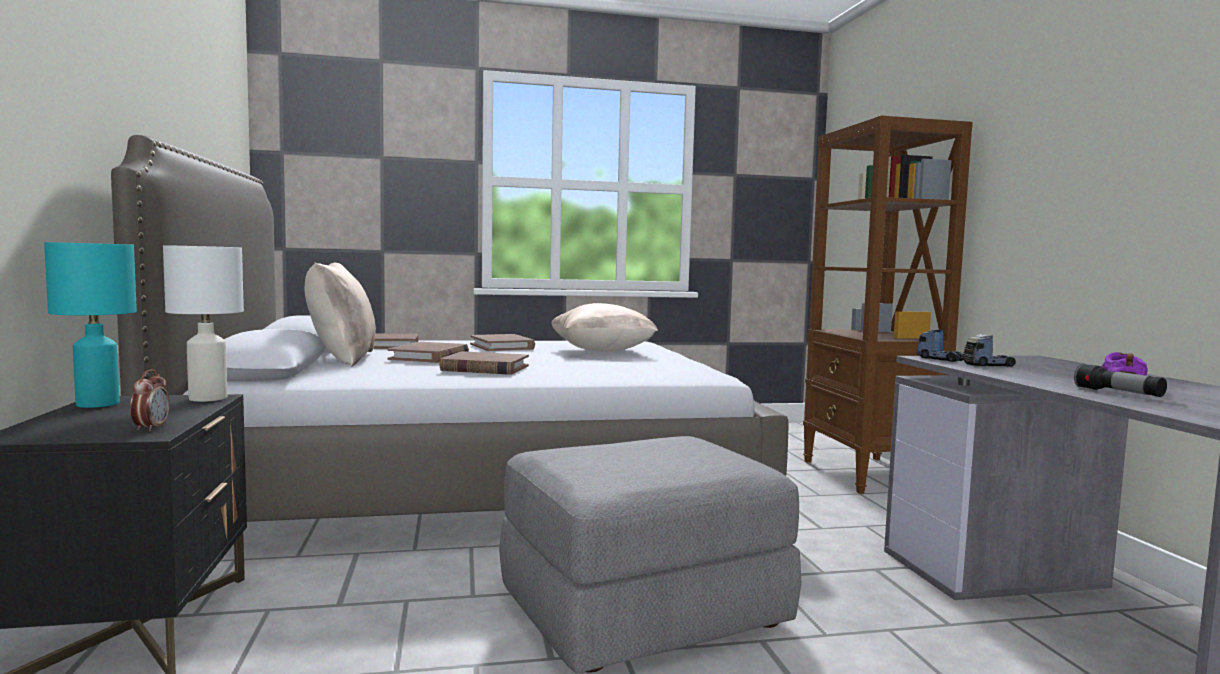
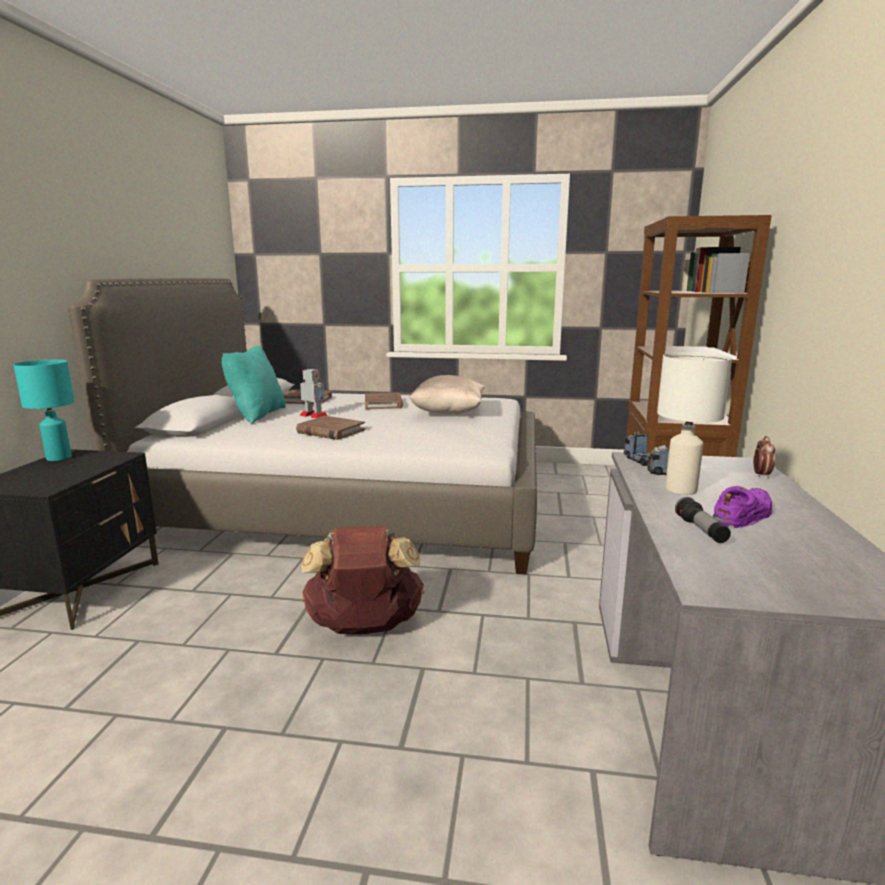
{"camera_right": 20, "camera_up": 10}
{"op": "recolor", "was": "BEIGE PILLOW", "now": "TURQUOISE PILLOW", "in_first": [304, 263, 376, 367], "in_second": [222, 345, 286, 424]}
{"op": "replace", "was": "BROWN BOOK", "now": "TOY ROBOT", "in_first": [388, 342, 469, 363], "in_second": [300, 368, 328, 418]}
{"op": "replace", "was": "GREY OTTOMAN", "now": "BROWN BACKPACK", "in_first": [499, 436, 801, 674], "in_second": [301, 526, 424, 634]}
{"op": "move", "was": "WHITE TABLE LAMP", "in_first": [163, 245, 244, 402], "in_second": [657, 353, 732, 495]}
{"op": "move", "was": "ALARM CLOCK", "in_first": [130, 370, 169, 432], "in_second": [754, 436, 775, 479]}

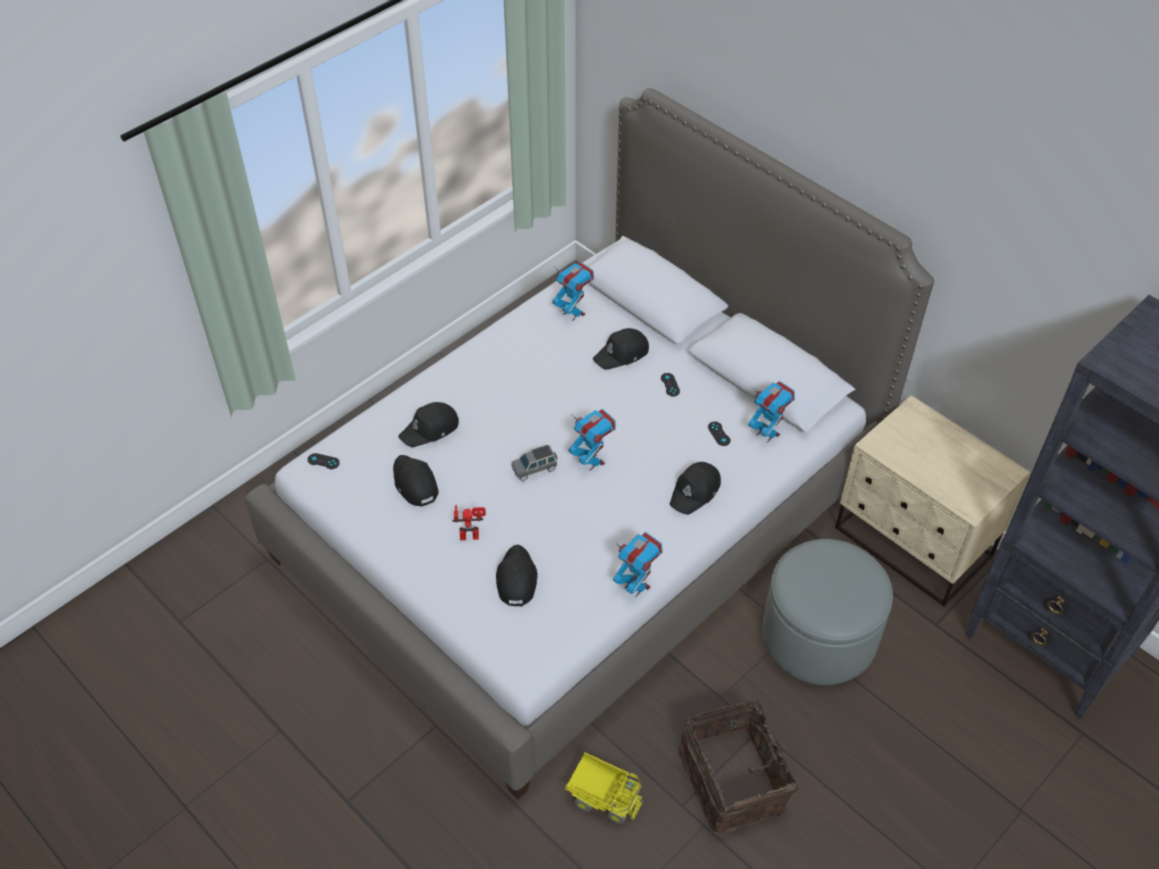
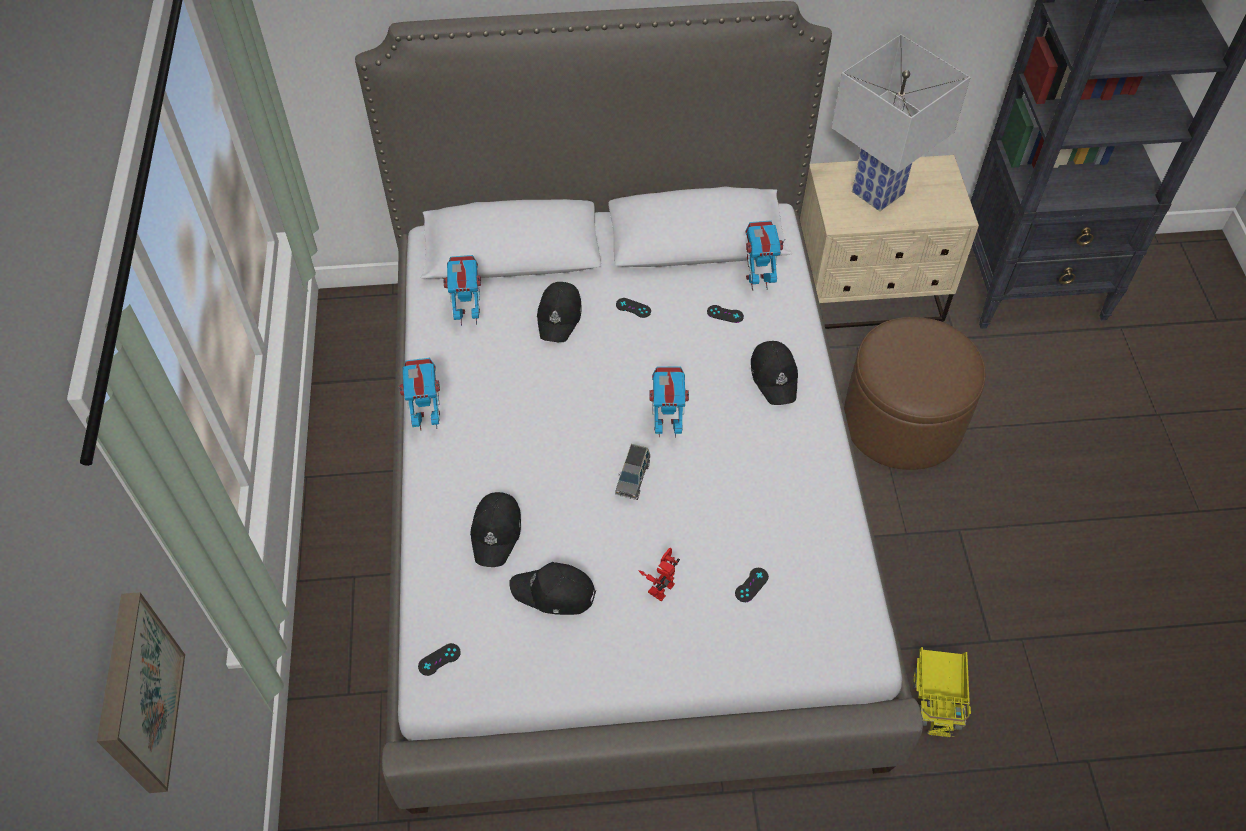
{"camera_right": -50, "camera_up": 5}
{"op": "insert", "now": "PICTURE", "in_second": [97, 592, 185, 793]}
{"op": "move", "was": "TOY ROBOT", "in_first": [613, 532, 663, 597], "in_second": [398, 358, 440, 431]}
{"op": "replace", "was": "BLACK CAP", "now": "BLACK GAME CONTROLLER", "in_first": [496, 544, 538, 607], "in_second": [735, 568, 769, 602]}
{"op": "insert", "now": "WHITE TABLE LAMP", "in_second": [832, 34, 971, 211]}
{"op": "recolor", "was": "GREY OTTOMAN", "now": "BROWN OTTOMAN", "in_first": [762, 539, 893, 685], "in_second": [844, 317, 985, 470]}
{"op": "rotate", "was": "TOY TRUCK", "in_first": [565, 752, 643, 824], "in_second": [913, 647, 971, 737], "clockwise": 120}
{"op": "delete", "was": "BASKET", "in_first": [678, 700, 798, 834]}

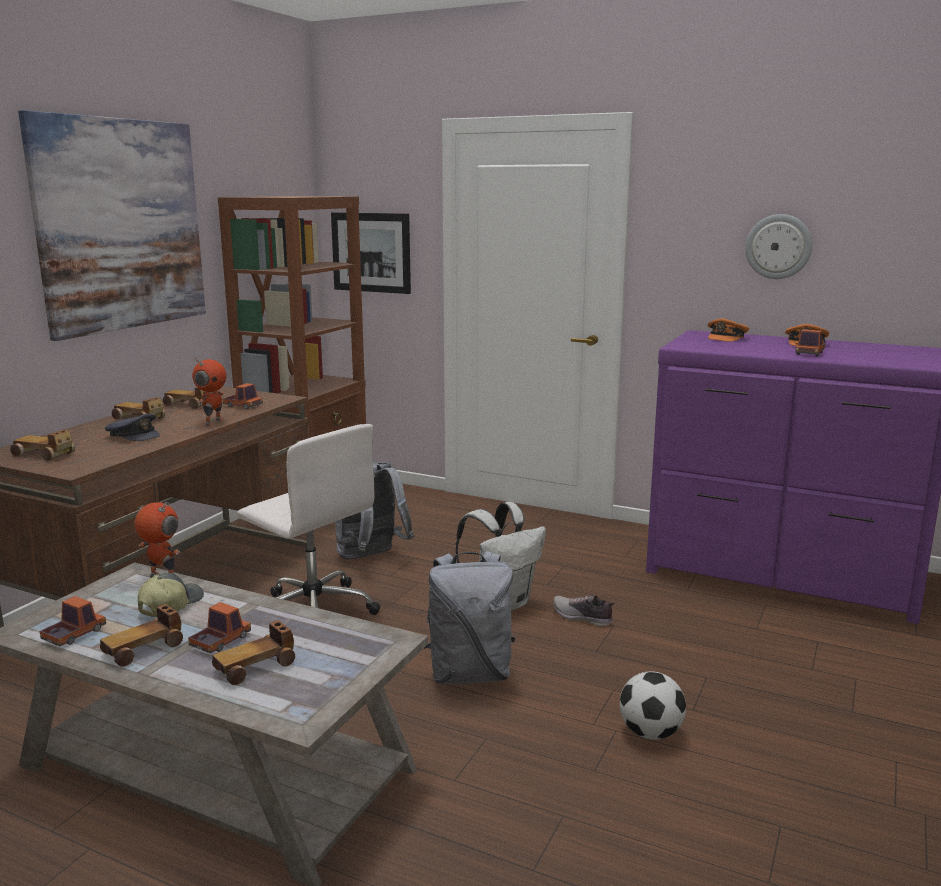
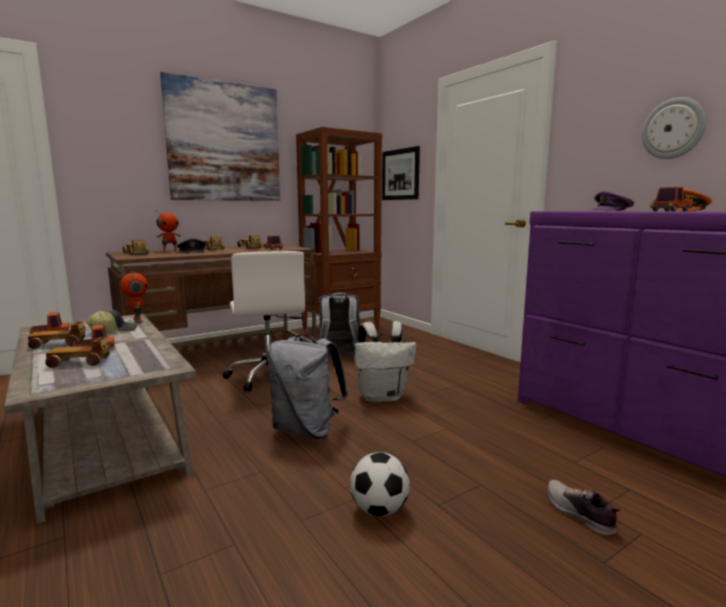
{"camera_right": 30, "camera_up": -5}
{"op": "move", "was": "TOY ROBOT", "in_first": [192, 358, 226, 426], "in_second": [155, 210, 181, 252]}
{"op": "move", "was": "SHOE", "in_first": [553, 594, 615, 627], "in_second": [547, 480, 620, 535]}
{"op": "recolor", "was": "ORANGE CAP", "now": "PURPLE CAP", "in_first": [707, 318, 749, 342], "in_second": [592, 191, 634, 211]}

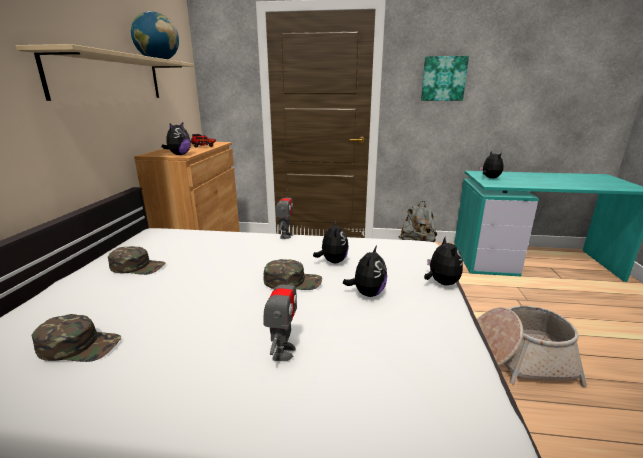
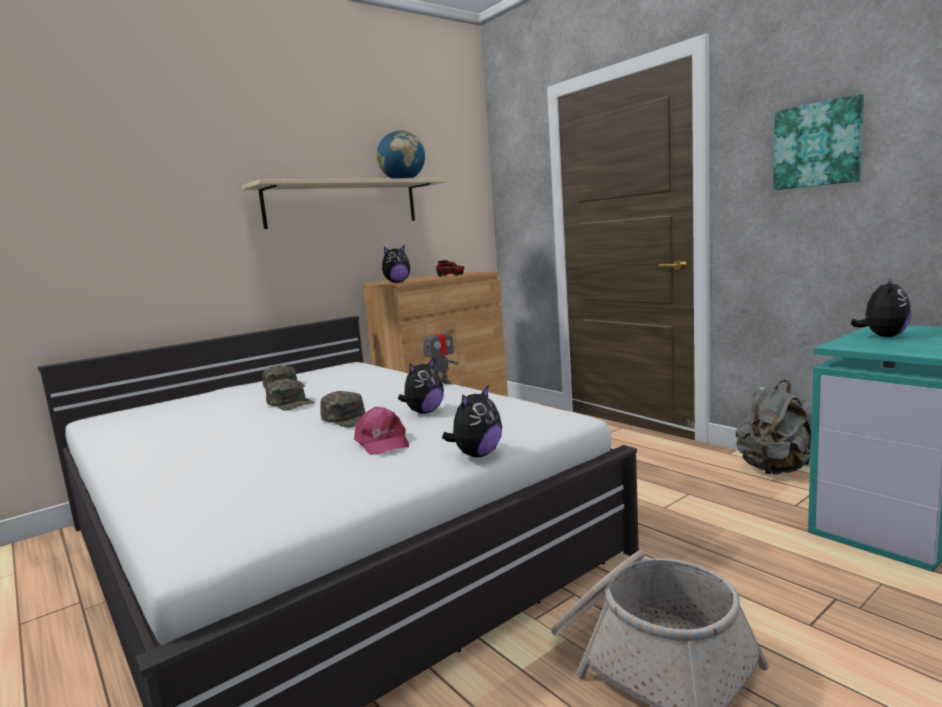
{"camera_right": 45, "camera_up": -10}
{"op": "move", "was": "GREEN CAP", "in_first": [31, 314, 121, 362], "in_second": [265, 379, 315, 410]}
{"op": "replace", "was": "PLUSH TOY", "now": "PINK CAP", "in_first": [343, 245, 387, 297], "in_second": [354, 407, 409, 455]}
{"op": "delete", "was": "TOY ROBOT", "in_first": [263, 268, 297, 361]}

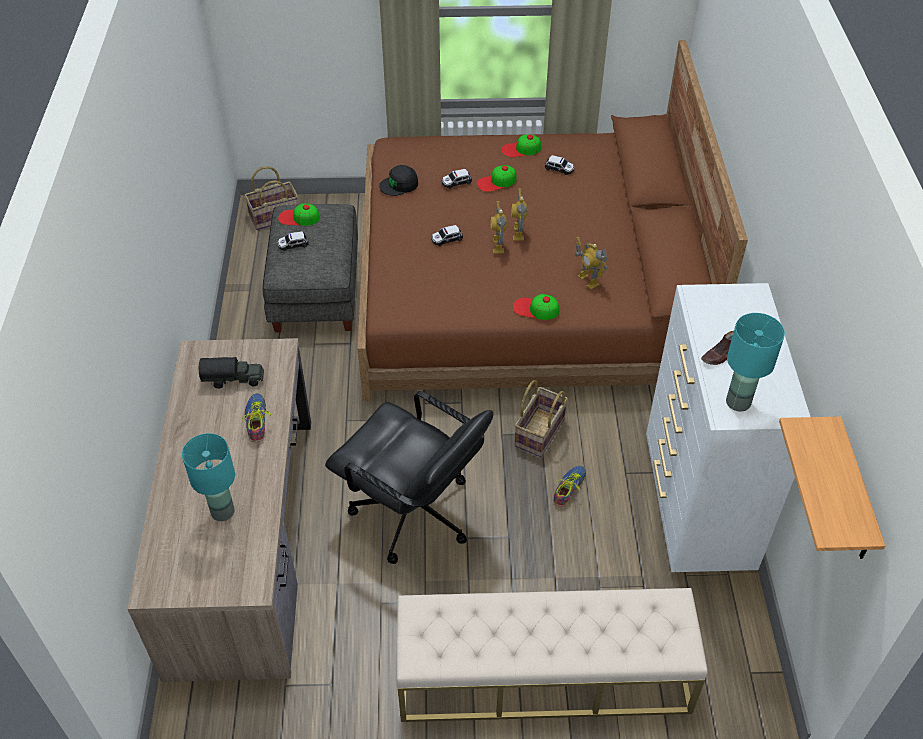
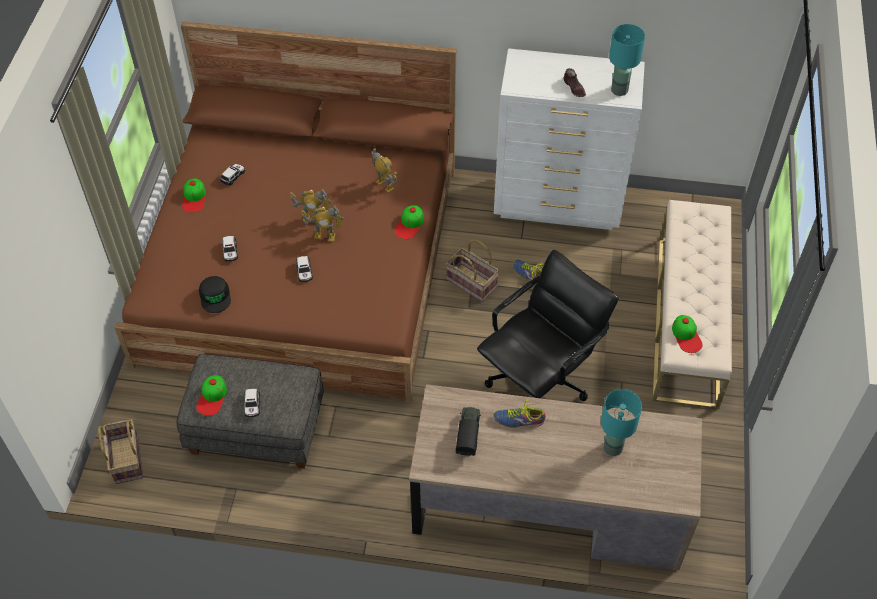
{"camera_right": -80, "camera_up": 5}
{"op": "rotate", "was": "TOY ROBOT", "in_first": [575, 237, 608, 289], "in_second": [371, 148, 397, 193], "clockwise": -105}
{"op": "move", "was": "CAP", "in_first": [477, 165, 517, 192], "in_second": [672, 315, 703, 353]}
{"op": "delete", "was": "SHELF", "in_first": [779, 416, 885, 559]}

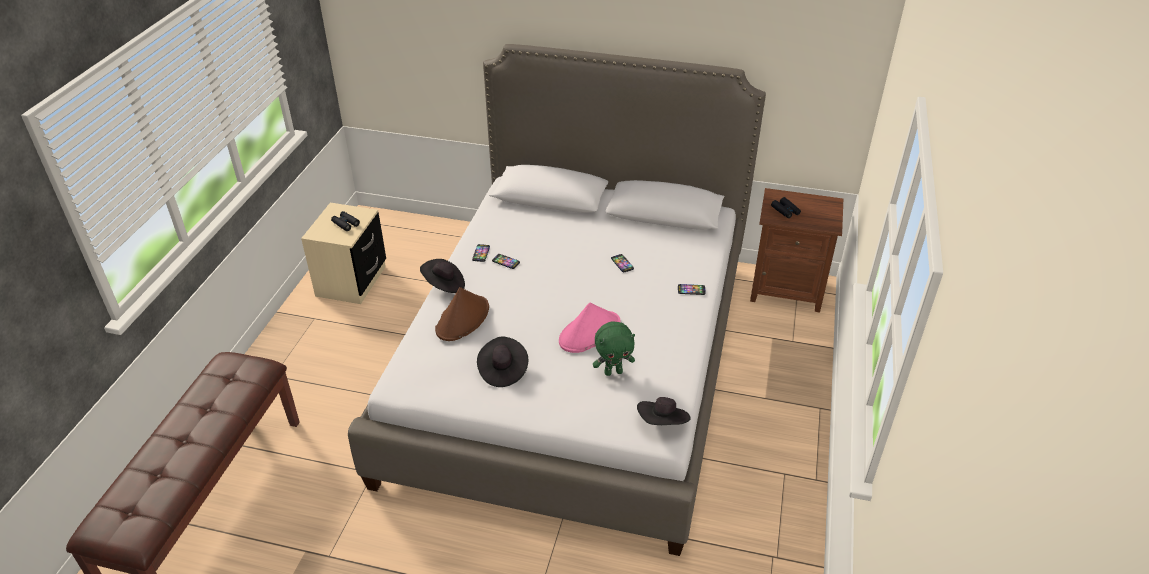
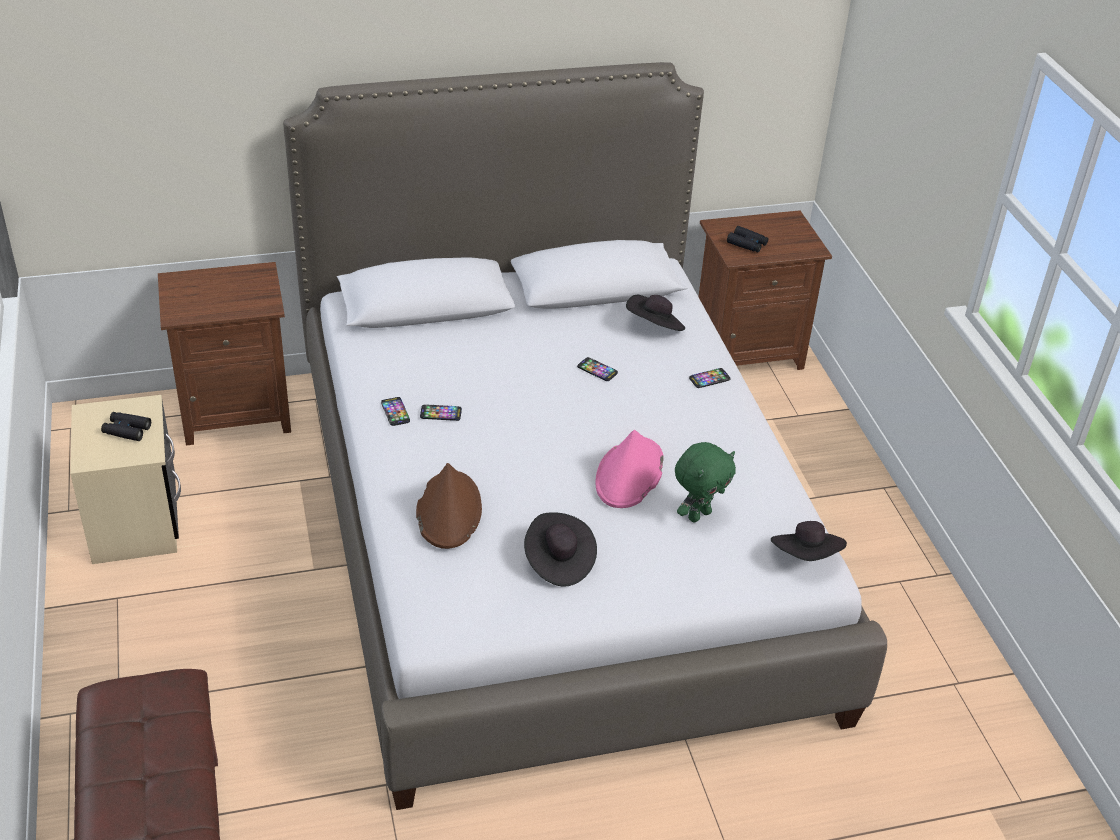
{"camera_right": -30, "camera_up": 0}
{"op": "insert", "now": "BROWN NIGHTSTAND", "in_second": [158, 262, 291, 445]}
{"op": "move", "was": "BLACK HAT", "in_first": [420, 259, 465, 293], "in_second": [626, 295, 685, 331]}

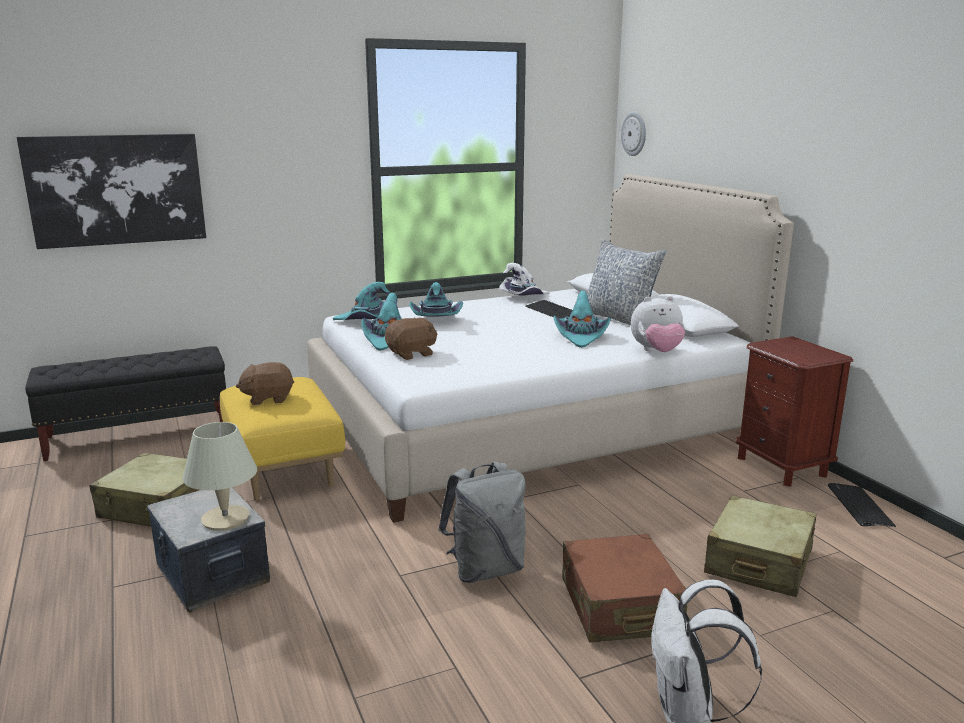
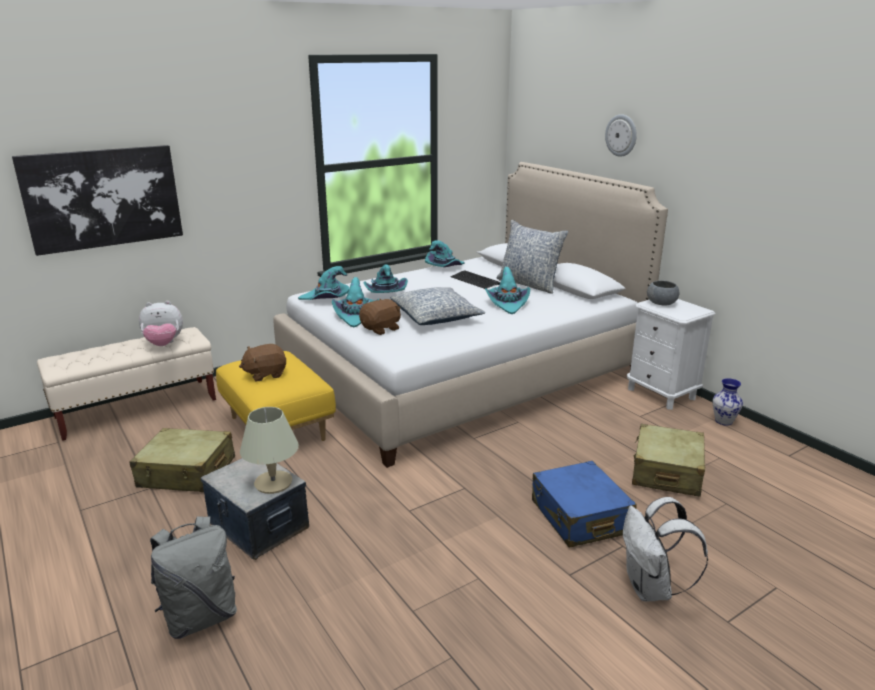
{"camera_right": -10, "camera_up": 5}
{"op": "recolor", "was": "BLACK BENCH", "now": "BEIGE BENCH", "in_first": [25, 346, 226, 461], "in_second": [37, 327, 216, 441]}
{"op": "move", "was": "PLUSH TOY", "in_first": [631, 296, 685, 352], "in_second": [139, 301, 183, 346]}
{"op": "move", "was": "GREY BACKPACK", "in_first": [438, 461, 526, 583], "in_second": [150, 516, 237, 639]}
{"op": "insert", "now": "PILLOW", "in_second": [391, 287, 485, 325]}
{"op": "recolor", "was": "WHITE HAT", "now": "TURQUOISE HAT", "in_first": [499, 263, 550, 295], "in_second": [425, 241, 465, 267]}
{"op": "recolor", "was": "BROWN SUITCASE", "now": "BLUE SUITCASE", "in_first": [562, 534, 687, 642], "in_second": [532, 461, 637, 547]}
{"op": "move", "was": "WALL CLOCK", "in_first": [621, 112, 646, 156], "in_second": [605, 114, 637, 157]}
{"op": "recolor", "was": "BROWN NIGHTSTAND", "now": "WHITE NIGHTSTAND", "in_first": [736, 336, 853, 486], "in_second": [627, 299, 716, 410]}
{"op": "insert", "now": "GREY BOWL", "in_second": [647, 280, 679, 306]}
{"op": "replace", "was": "KEYBOARD", "now": "VASE", "in_first": [828, 483, 896, 527], "in_second": [712, 378, 743, 426]}

